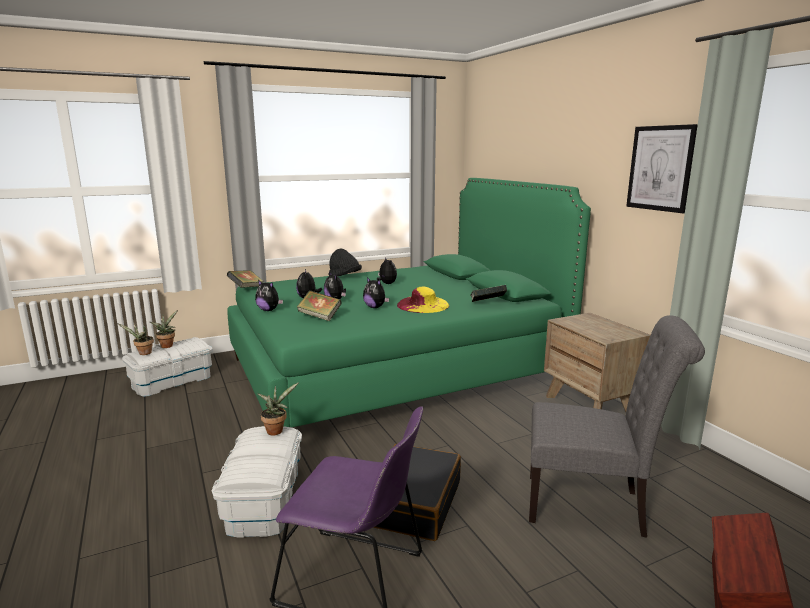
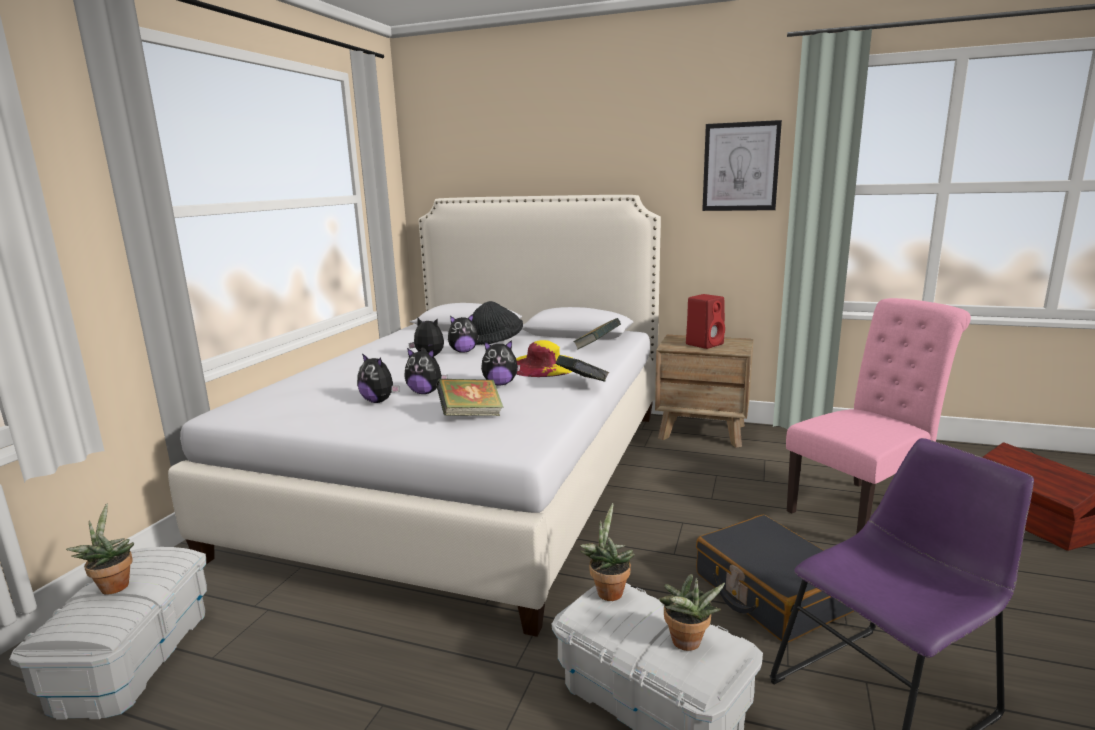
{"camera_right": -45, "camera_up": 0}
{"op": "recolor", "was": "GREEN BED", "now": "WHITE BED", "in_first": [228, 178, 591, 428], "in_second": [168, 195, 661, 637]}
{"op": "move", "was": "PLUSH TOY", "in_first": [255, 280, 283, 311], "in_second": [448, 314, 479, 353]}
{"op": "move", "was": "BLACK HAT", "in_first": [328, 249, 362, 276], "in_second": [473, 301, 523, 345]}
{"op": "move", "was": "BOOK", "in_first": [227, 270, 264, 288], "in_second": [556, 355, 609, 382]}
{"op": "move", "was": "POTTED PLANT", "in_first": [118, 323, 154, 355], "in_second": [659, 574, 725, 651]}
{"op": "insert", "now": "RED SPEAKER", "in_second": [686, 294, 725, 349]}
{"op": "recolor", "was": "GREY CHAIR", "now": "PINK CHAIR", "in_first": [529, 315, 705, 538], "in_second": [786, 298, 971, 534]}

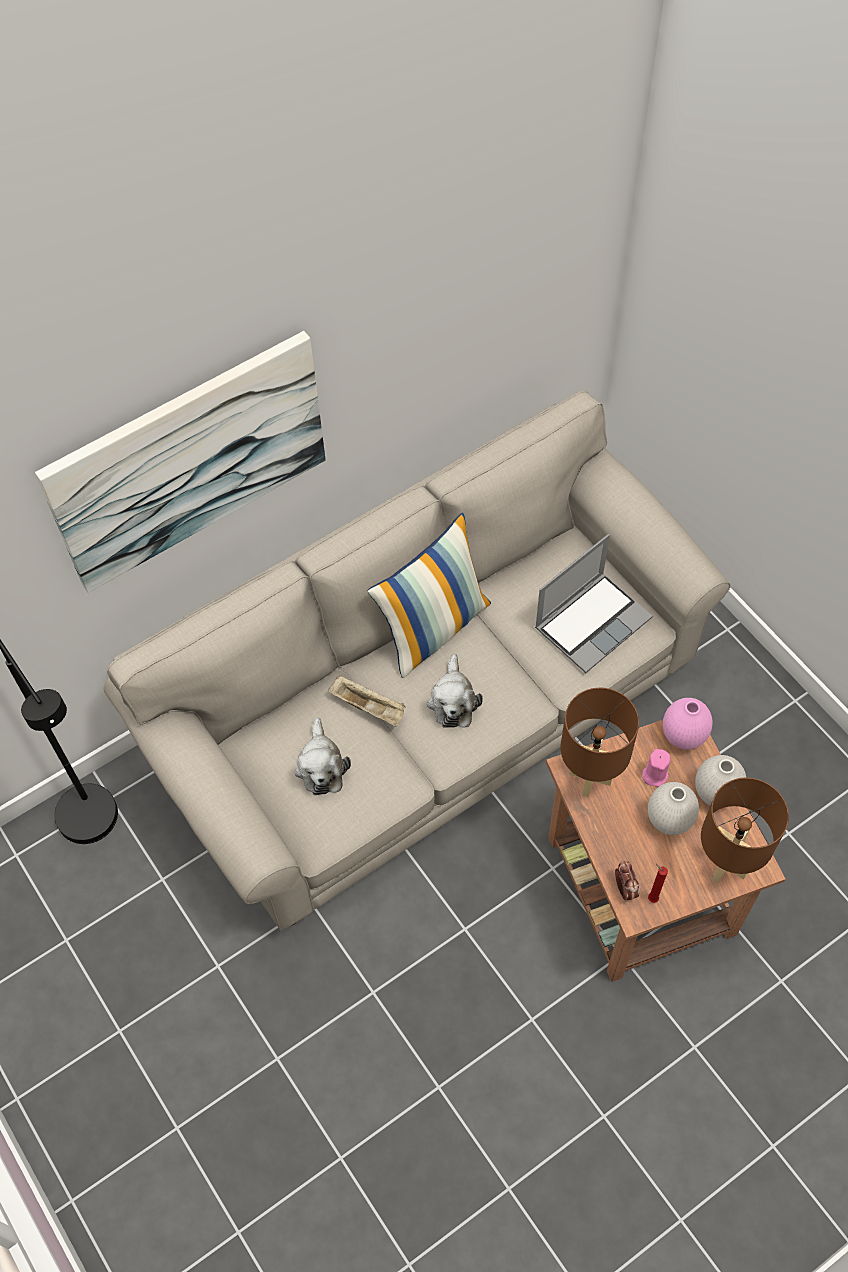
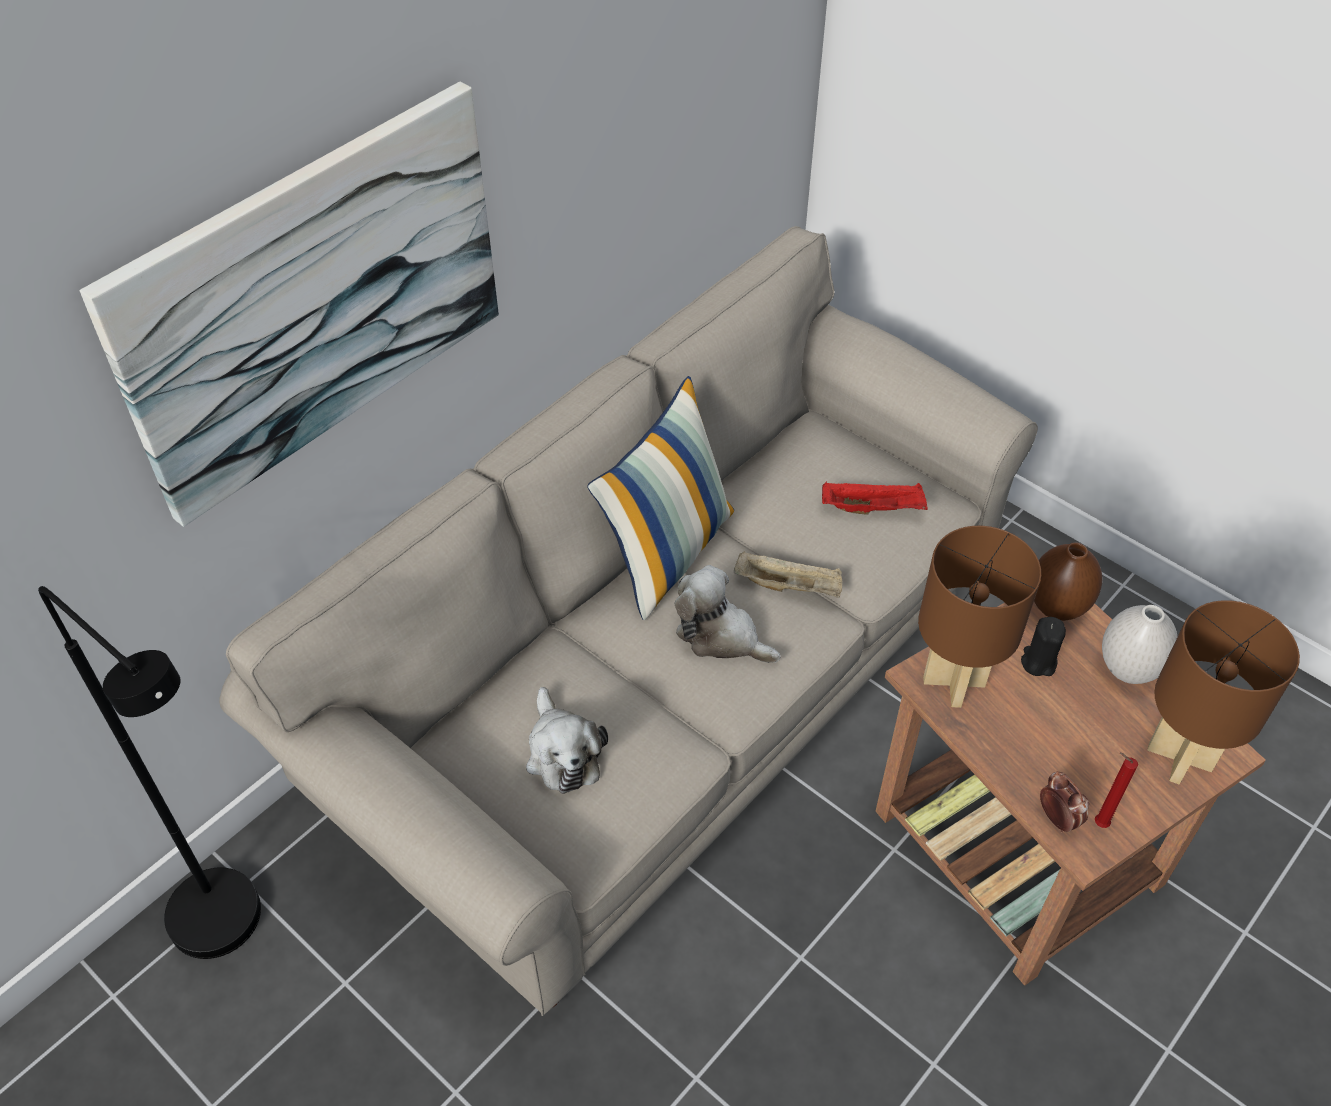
{"camera_right": -15, "camera_up": -10}
{"op": "rotate", "was": "PLUSH TOY", "in_first": [427, 654, 483, 728], "in_second": [675, 565, 781, 663], "clockwise": 135}
{"op": "move", "was": "BEIGE TRAY", "in_first": [328, 675, 405, 727], "in_second": [734, 551, 842, 598]}
{"op": "replace", "was": "LAPTOP", "now": "RED TRAY", "in_first": [535, 534, 652, 673], "in_second": [822, 482, 928, 515]}
{"op": "recolor", "was": "PINK CANDLE", "now": "BLACK CANDLE", "in_first": [642, 749, 670, 787], "in_second": [1021, 617, 1066, 676]}
{"op": "recolor", "was": "PINK VASE", "now": "BROWN VASE", "in_first": [663, 698, 713, 750], "in_second": [1034, 542, 1102, 621]}
{"op": "delete", "was": "WHITE VASE", "in_first": [648, 782, 699, 835]}

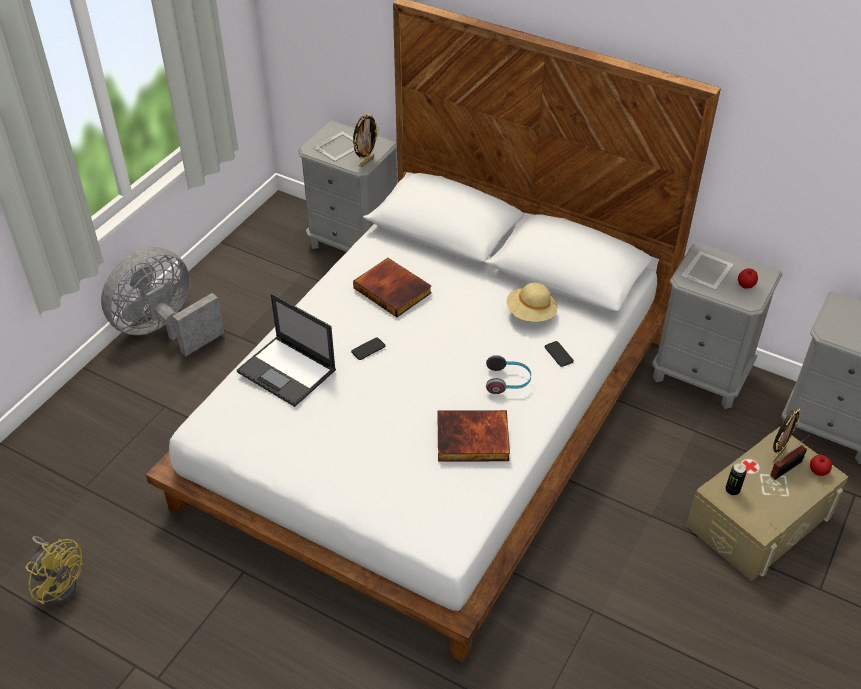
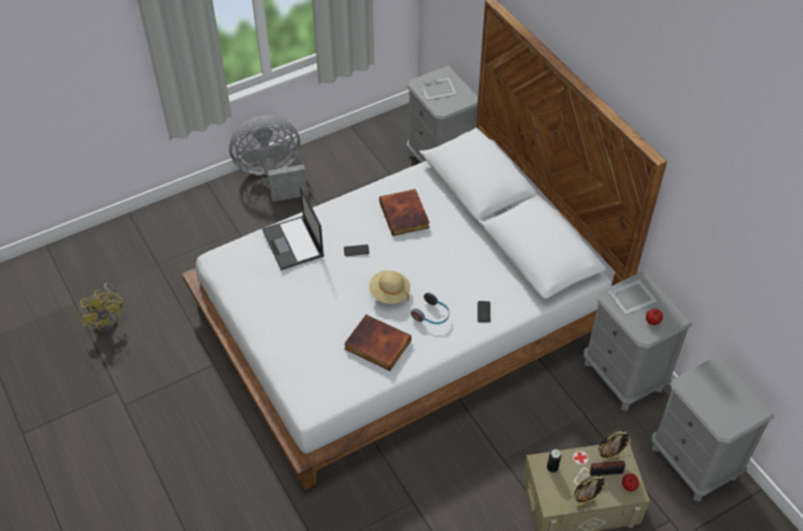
{"camera_right": 30, "camera_up": 5}
{"op": "move", "was": "BEIGE HAT", "in_first": [507, 282, 557, 322], "in_second": [369, 270, 410, 304]}
{"op": "move", "was": "PICTURE FRAME", "in_first": [353, 114, 379, 167], "in_second": [573, 475, 607, 508]}

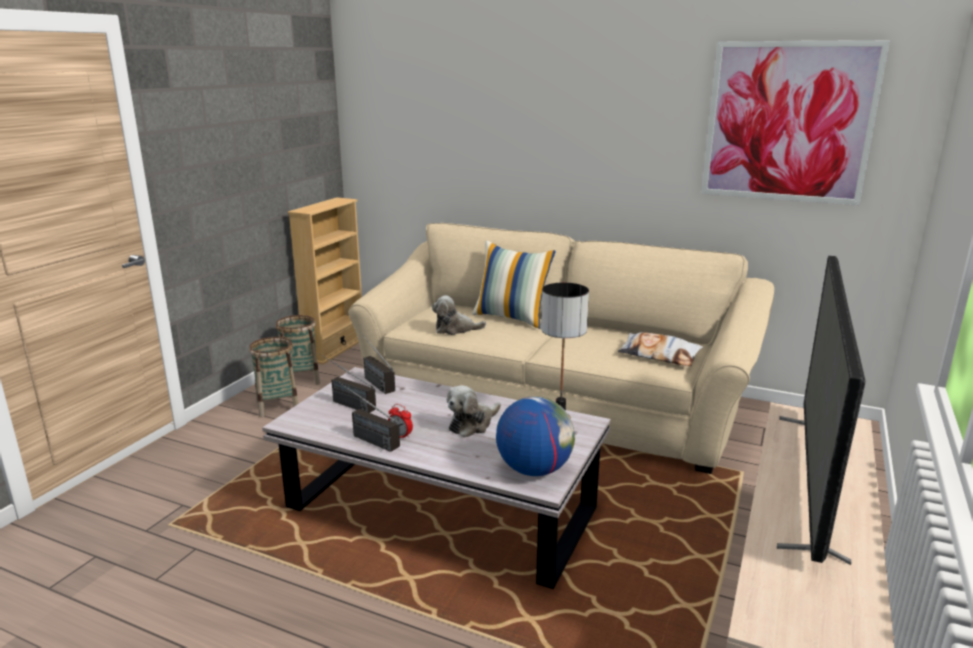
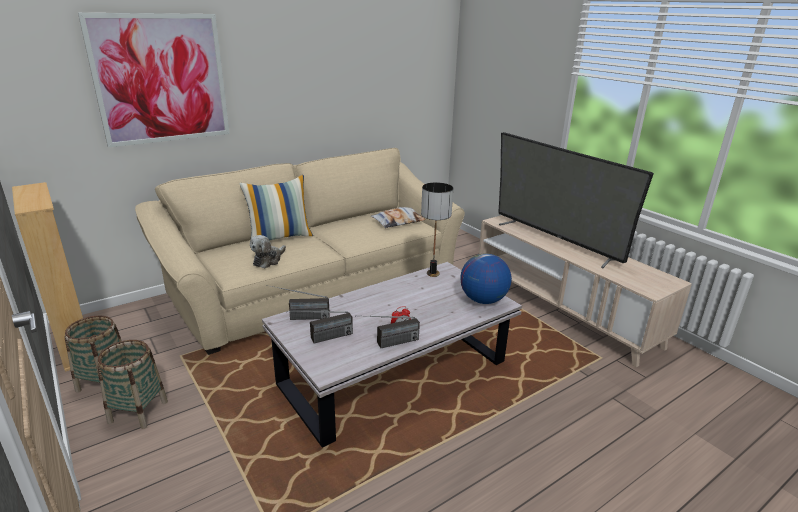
{"camera_right": -60, "camera_up": 5}
{"op": "move", "was": "PICTURE", "in_first": [701, 40, 890, 205], "in_second": [78, 13, 230, 148]}
{"op": "delete", "was": "PLUSH TOY", "in_first": [447, 385, 501, 437]}

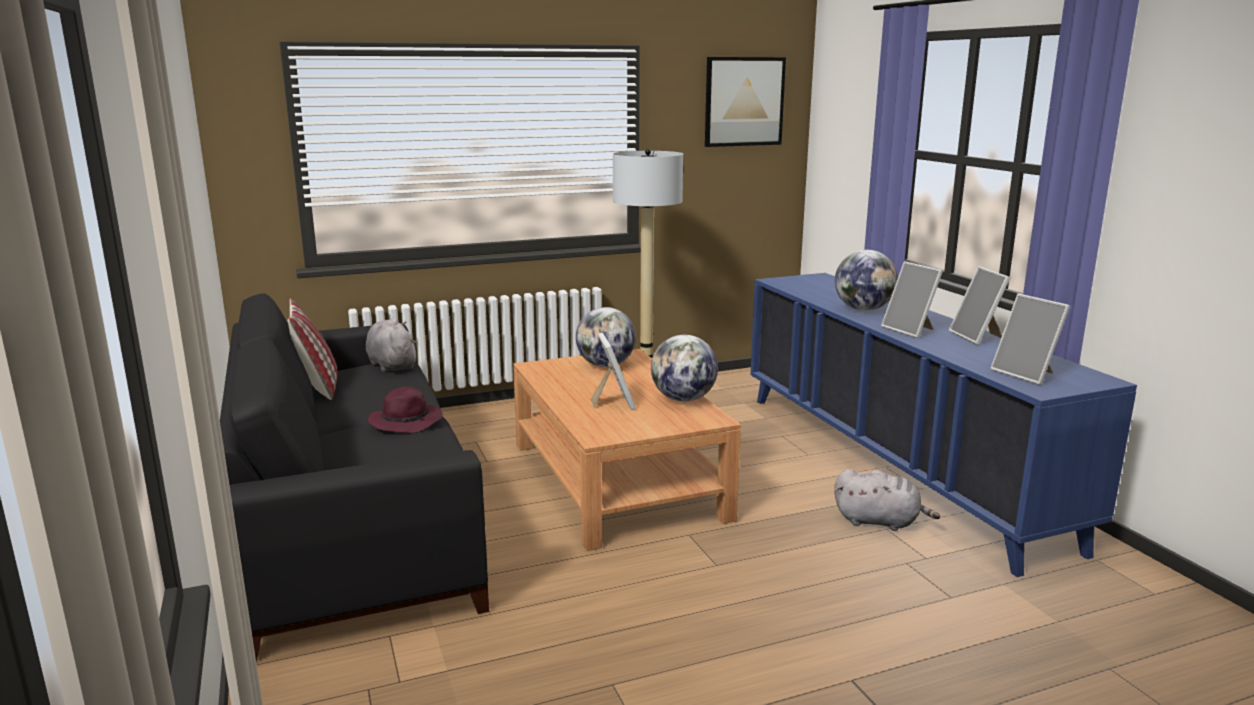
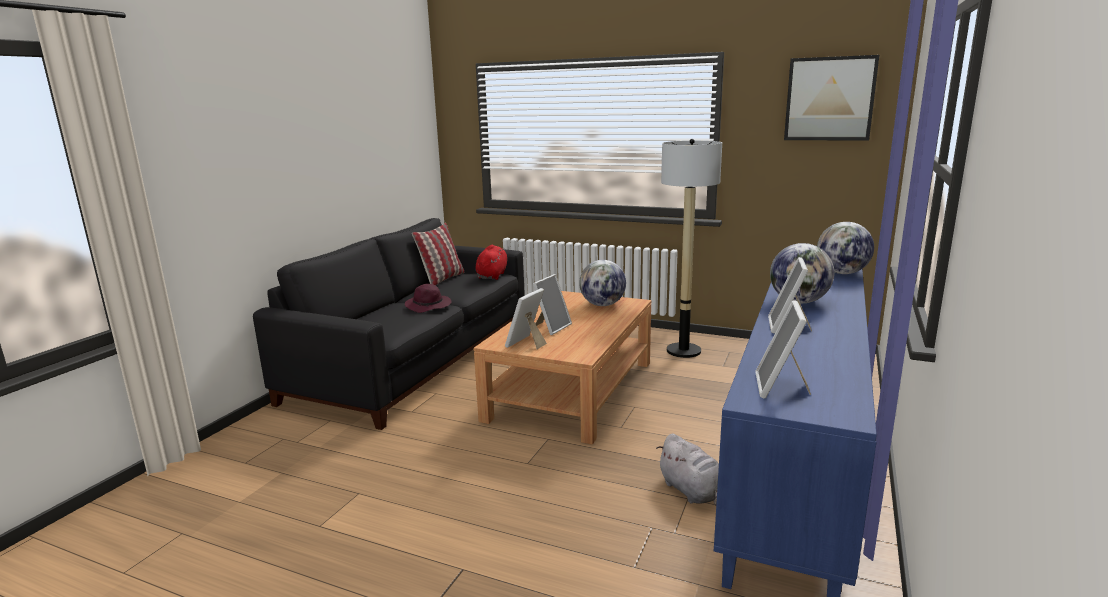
{"camera_right": 45, "camera_up": 0}
{"op": "recolor", "was": "GREY PLUSH TOY", "now": "RED PLUSH TOY", "in_first": [366, 318, 418, 372], "in_second": [475, 245, 507, 280]}
{"op": "move", "was": "PICTURE FRAME", "in_first": [949, 266, 1010, 345], "in_second": [505, 288, 547, 349]}
{"op": "move", "was": "GLOBE", "in_first": [651, 335, 718, 402], "in_second": [817, 222, 874, 274]}

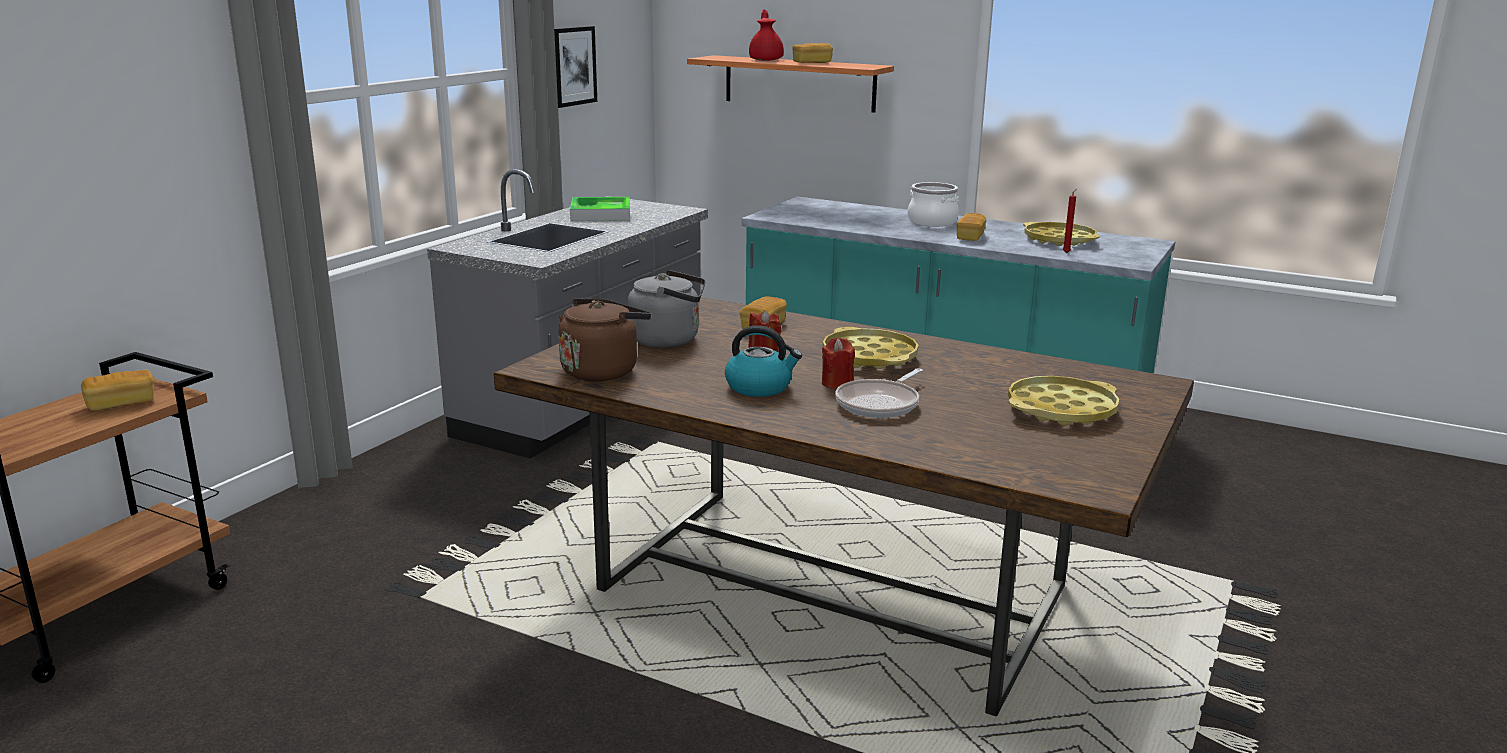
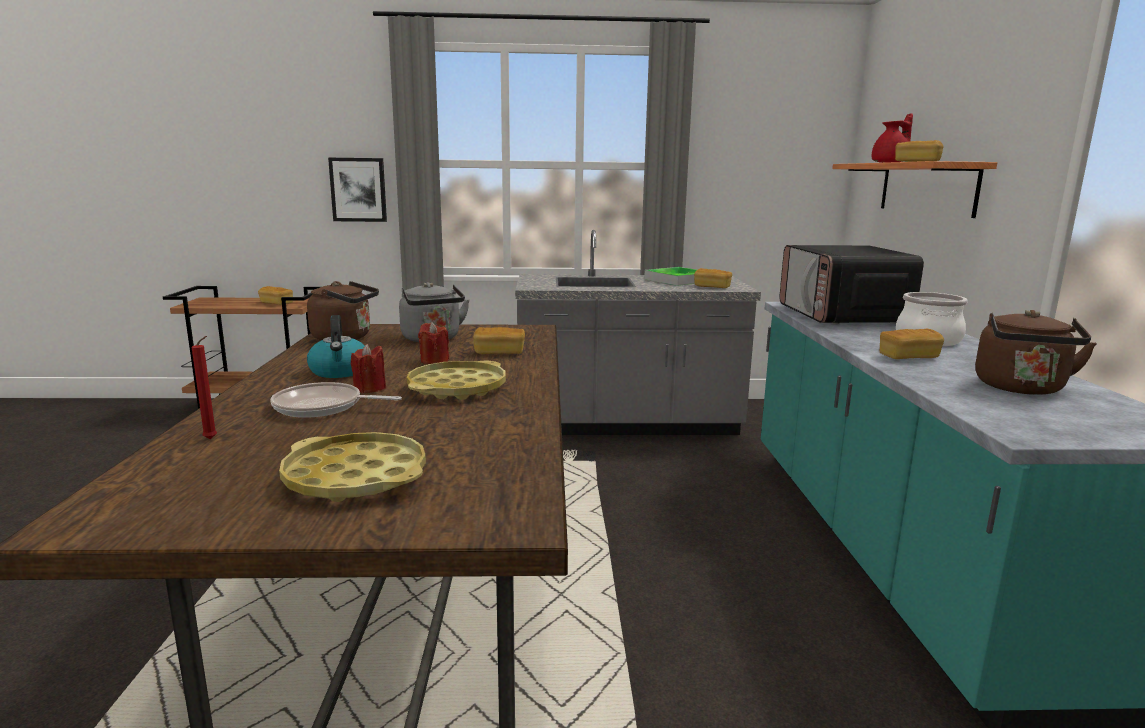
{"camera_right": 60, "camera_up": -5}
{"op": "move", "was": "RED CANDLE", "in_first": [1063, 189, 1076, 253], "in_second": [192, 336, 217, 439]}
{"op": "move", "was": "PICTURE", "in_first": [554, 26, 597, 108], "in_second": [328, 158, 387, 222]}
{"op": "insert", "now": "BREAD", "in_second": [694, 268, 732, 288]}
{"op": "insert", "now": "MICROWAVE", "in_second": [779, 245, 924, 324]}
{"op": "replace", "was": "YELLOW TRAY", "now": "BROWN KETTLE", "in_first": [1023, 222, 1100, 246], "in_second": [975, 310, 1097, 395]}

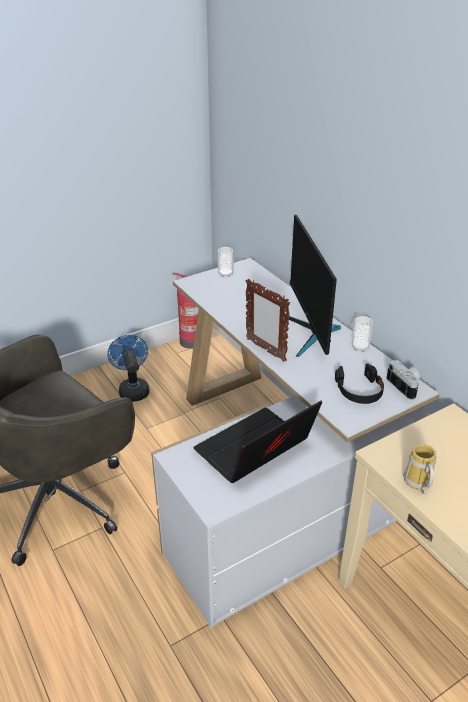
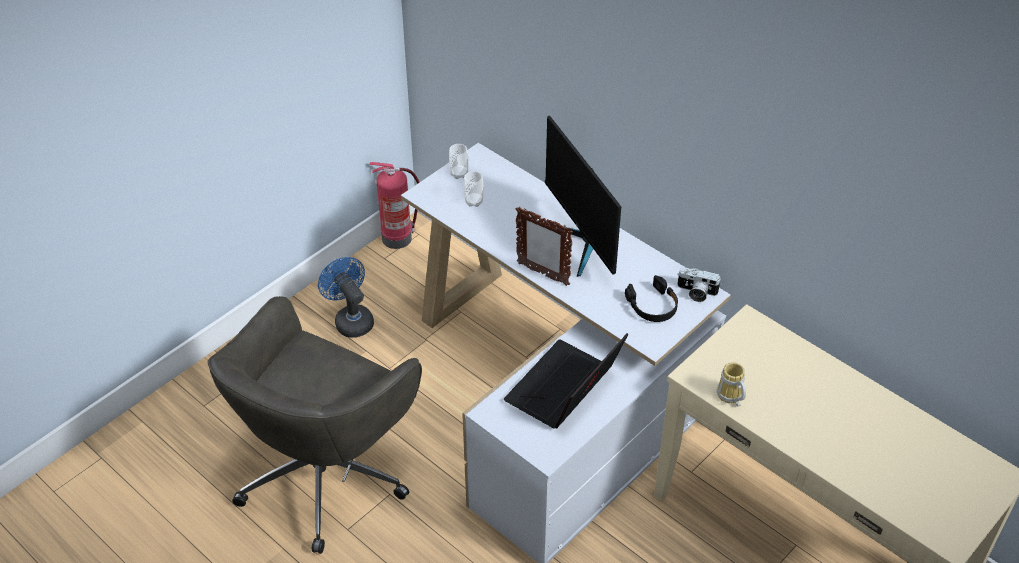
{"camera_right": -15, "camera_up": 10}
{"op": "move", "was": "CUP", "in_first": [352, 316, 373, 352], "in_second": [464, 171, 484, 207]}
{"op": "rotate", "was": "PHOTO CAMERA", "in_first": [386, 360, 420, 400], "in_second": [677, 267, 721, 302], "clockwise": 150}

